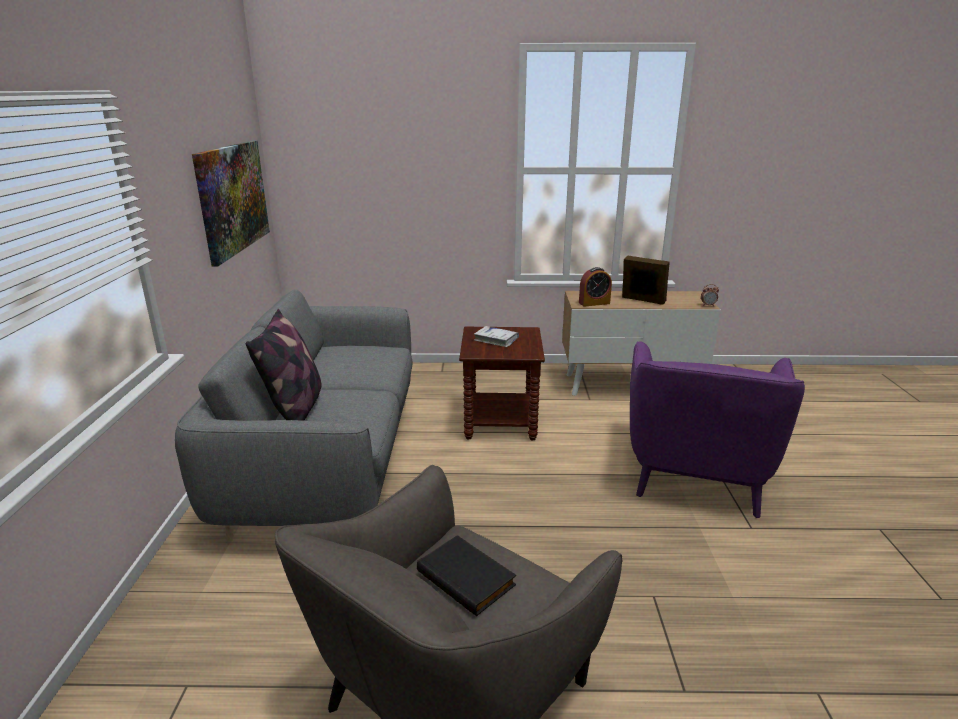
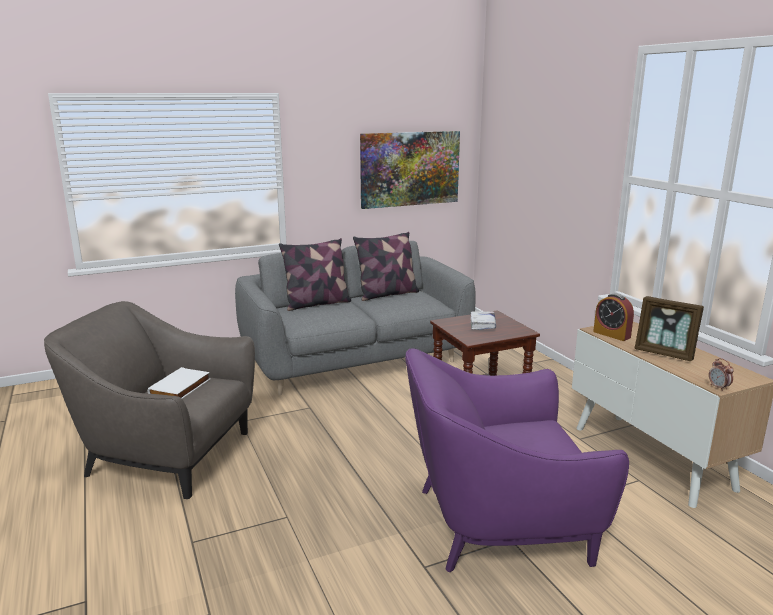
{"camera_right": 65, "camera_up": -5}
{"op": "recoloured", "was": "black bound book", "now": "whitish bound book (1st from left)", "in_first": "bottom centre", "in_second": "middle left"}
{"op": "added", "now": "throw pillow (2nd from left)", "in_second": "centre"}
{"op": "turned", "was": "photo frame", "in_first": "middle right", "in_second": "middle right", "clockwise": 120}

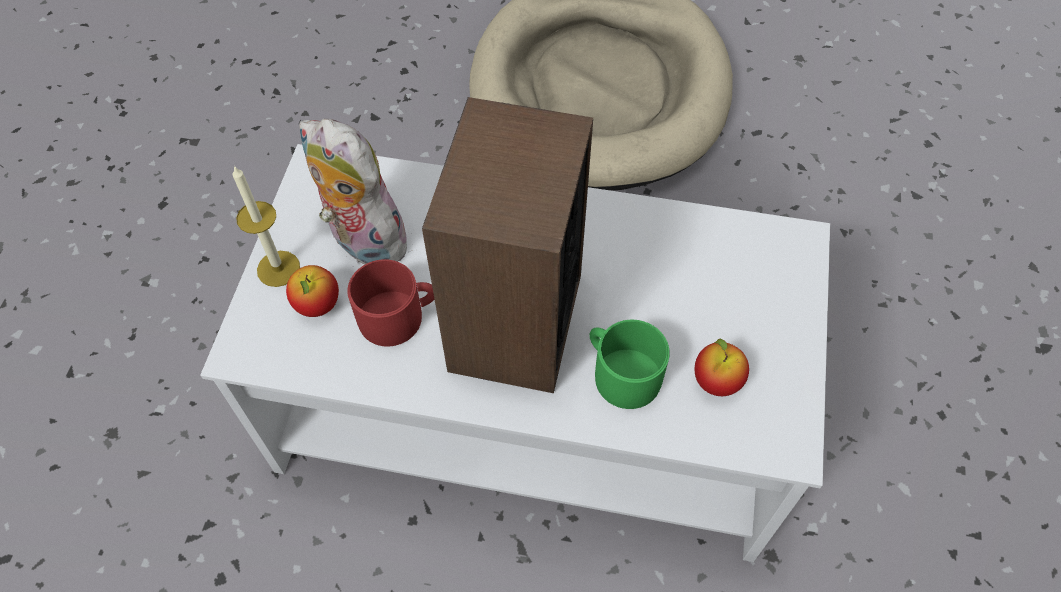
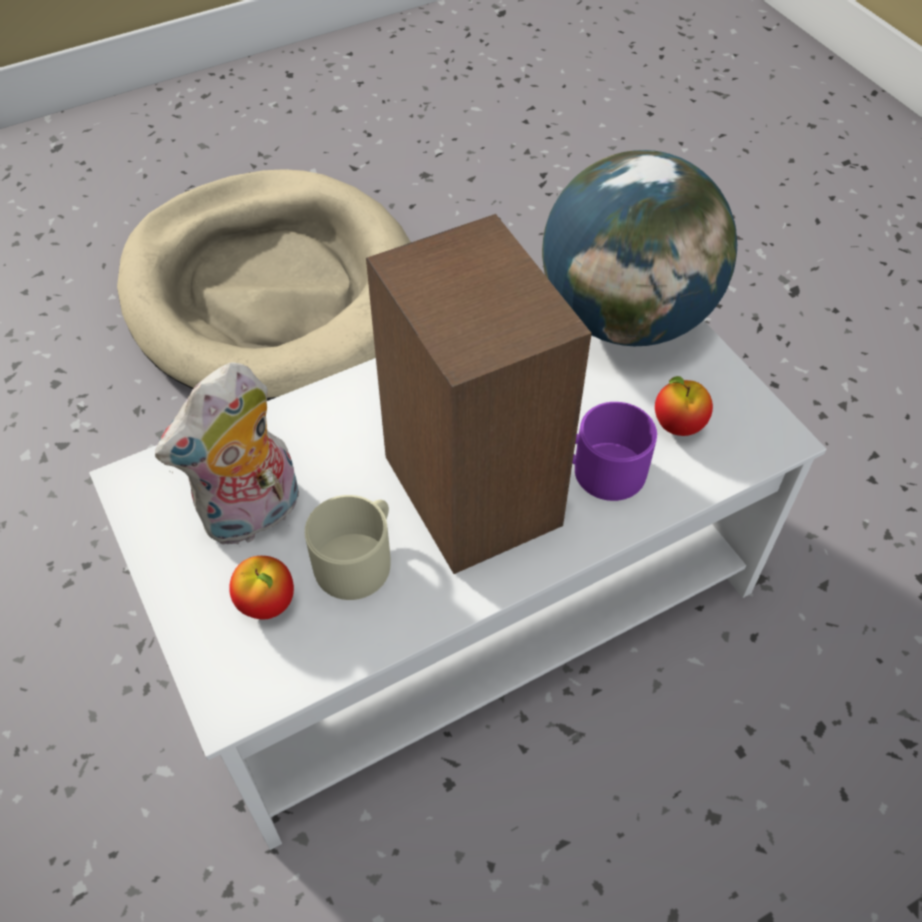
{"camera_right": -40, "camera_up": -5}
{"op": "turned", "was": "soft toy", "in_first": "top centre", "in_second": "middle left", "clockwise": -45}
{"op": "recoloured", "was": "red mug", "now": "beige-coloured mug", "in_first": "centre", "in_second": "centre"}
{"op": "added", "now": "desk globe", "in_second": "top right"}
{"op": "recoloured", "was": "greenish mug", "now": "purple-coloured mug", "in_first": "centre", "in_second": "centre"}
{"op": "removed", "was": "wax light", "in_first": "middle left"}

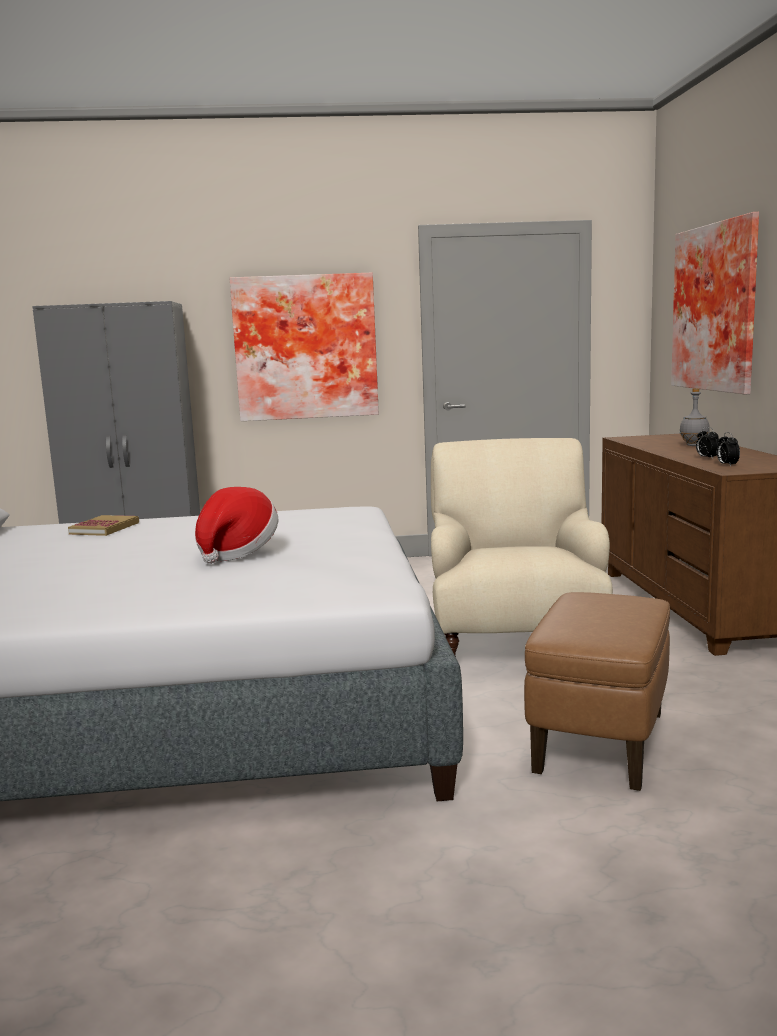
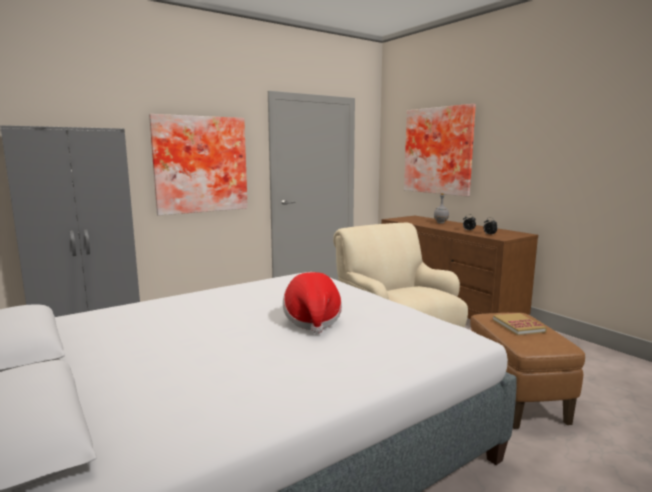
{"camera_right": -30, "camera_up": 0}
{"op": "moved", "was": "bound book", "in_first": "middle left", "in_second": "middle right"}

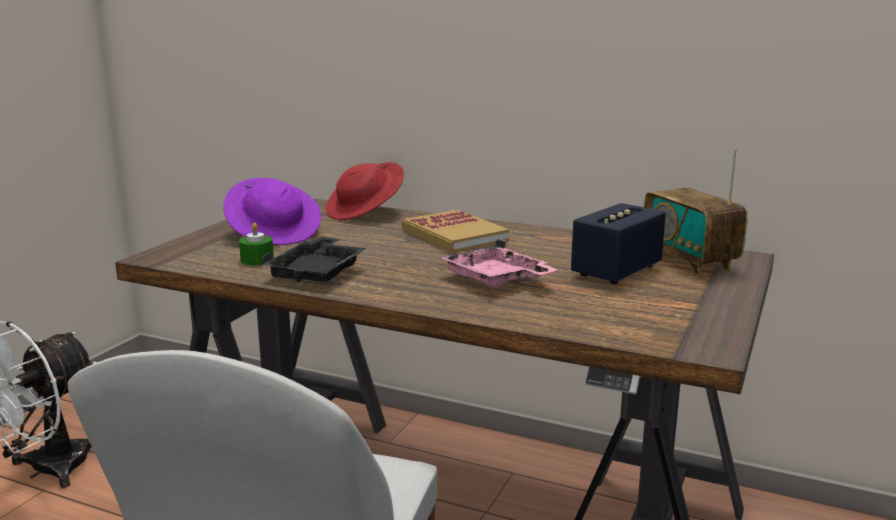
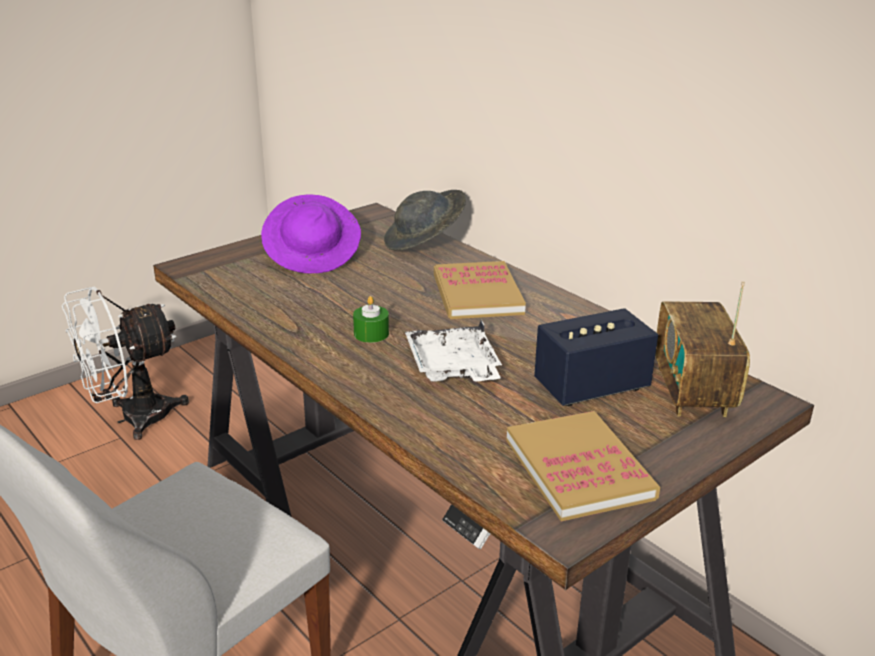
{"camera_right": 25, "camera_up": 10}
{"op": "moved", "was": "greenish wax light", "in_first": "middle left", "in_second": "centre"}
{"op": "recoloured", "was": "red clothing hat", "now": "greyish clothing hat", "in_first": "centre", "in_second": "centre"}
{"op": "recoloured", "was": "pink serving tray", "now": "whitish serving tray", "in_first": "centre", "in_second": "centre"}
{"op": "added", "now": "bound book (2nd from left)", "in_second": "bottom centre"}
{"op": "removed", "was": "black serving tray", "in_first": "centre"}

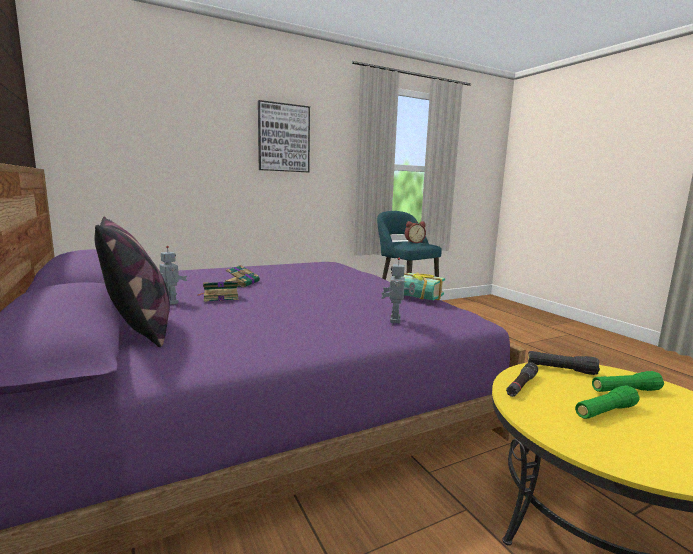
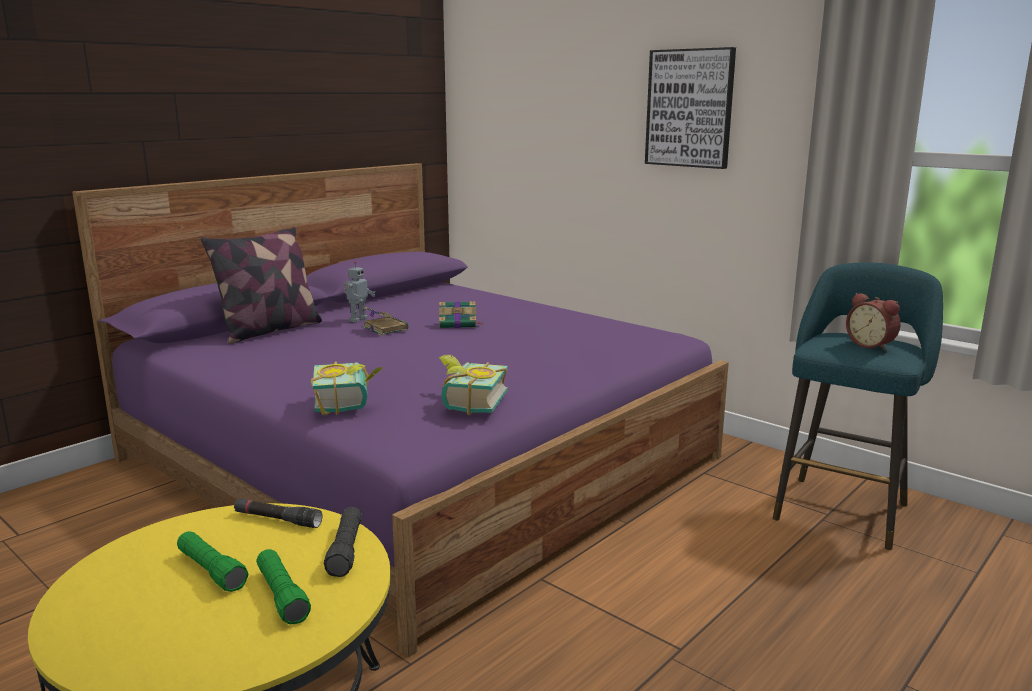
{"camera_right": 70, "camera_up": 5}
{"op": "replaced", "was": "robot figure (2nd from left)", "now": "bound book (1st from left)", "in_first": "centre", "in_second": "centre"}

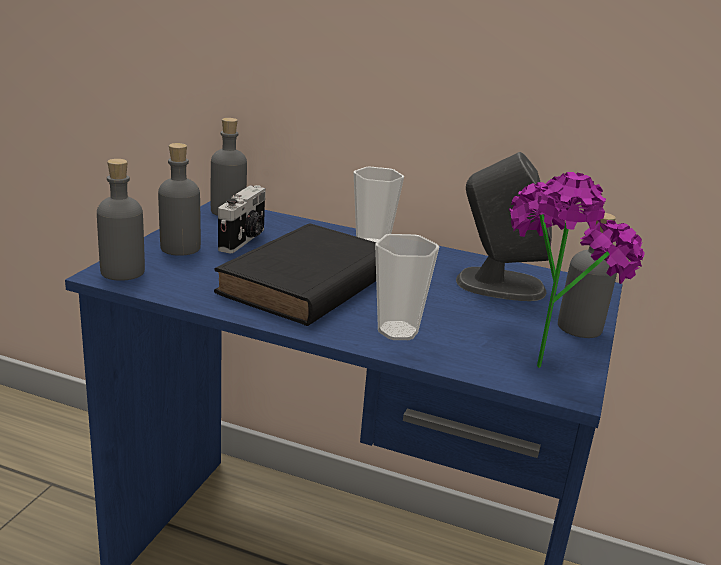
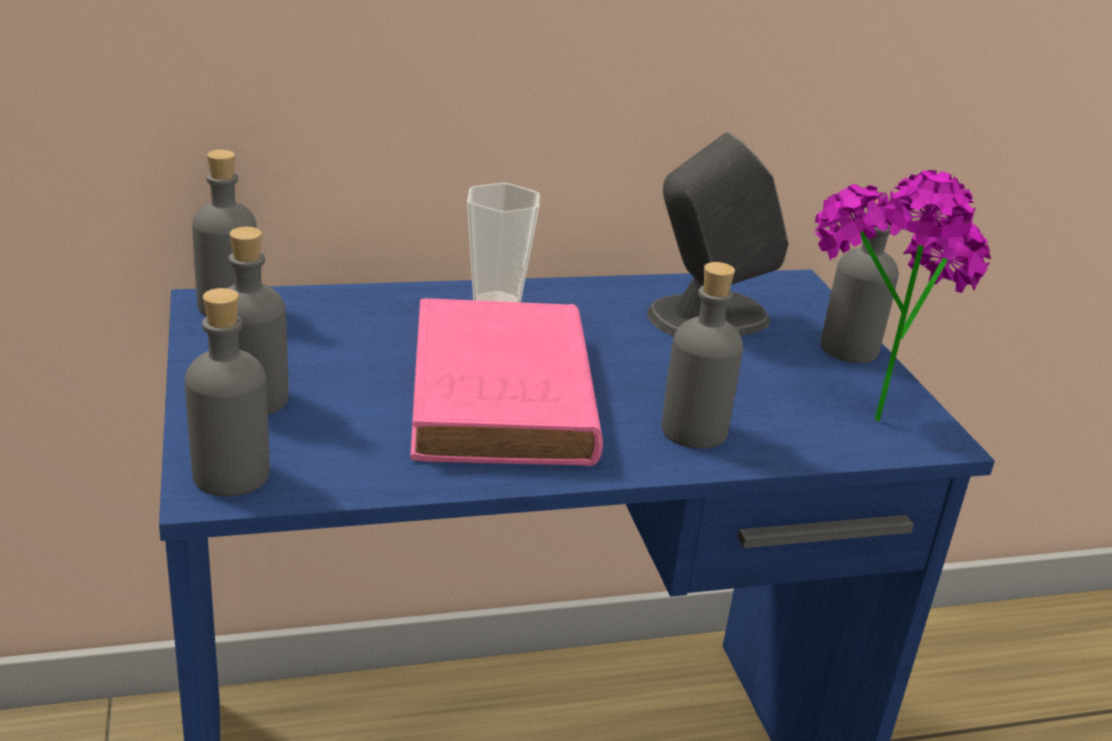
{"camera_right": -35, "camera_up": 5}
{"op": "recoloured", "was": "black bound book", "now": "pink bound book", "in_first": "centre", "in_second": "centre"}
{"op": "replaced", "was": "small cup (2nd from left)", "now": "greyish beverage bottle (4th from left)", "in_first": "centre", "in_second": "centre"}
{"op": "removed", "was": "still camera", "in_first": "centre"}

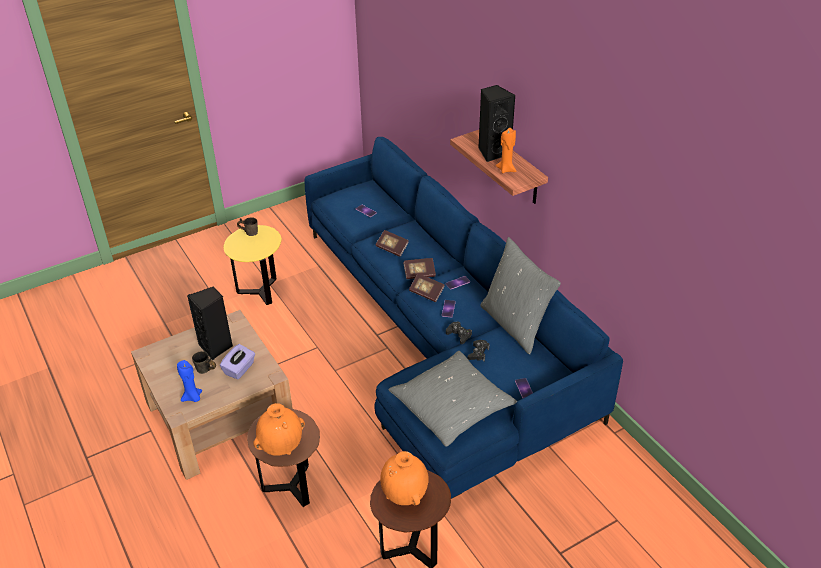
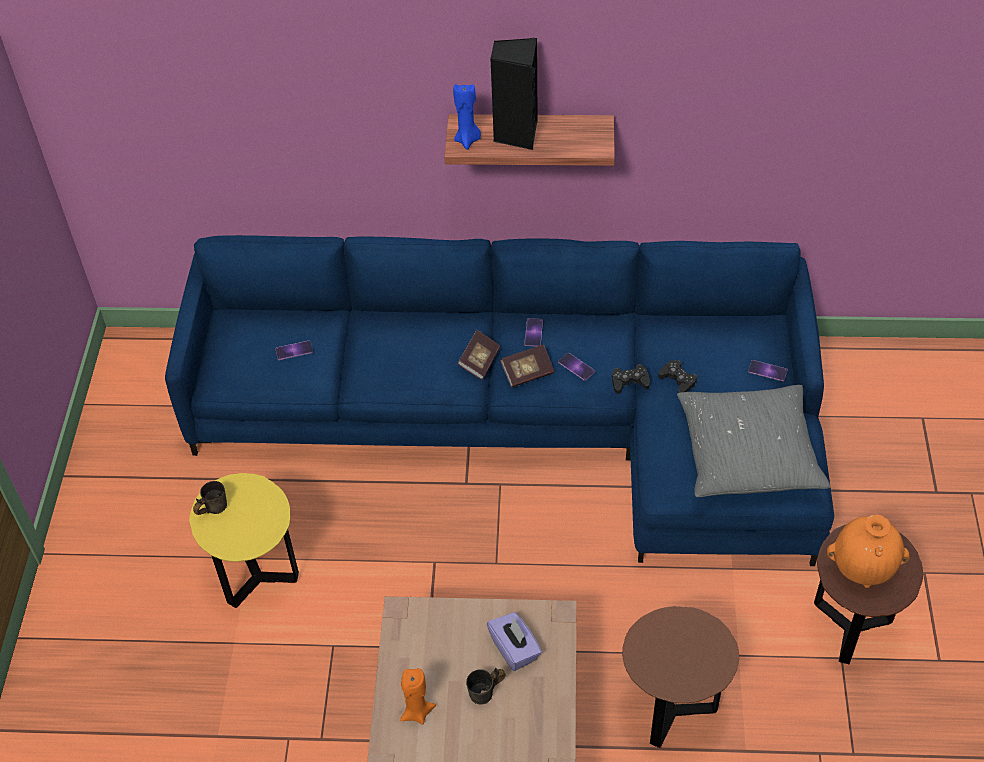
{"camera_right": -55, "camera_up": 10}
{"op": "moved", "was": "orange wax light", "in_first": "top centre", "in_second": "bottom centre"}
{"op": "moved", "was": "blue-coloured wax light", "in_first": "bottom left", "in_second": "top centre"}
{"op": "removed", "was": "black speaker (1st from left)", "in_first": "middle left"}
{"op": "removed", "was": "orange decorative vase (1st from left)", "in_first": "bottom centre"}
{"op": "removed", "was": "bound book (1st from left)", "in_first": "centre"}
{"op": "removed", "was": "greyish throw pillow (2nd from left)", "in_first": "centre"}

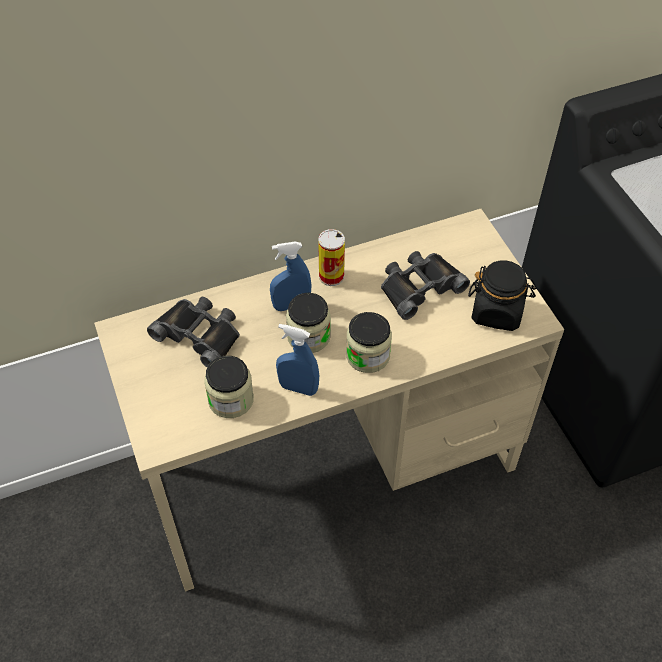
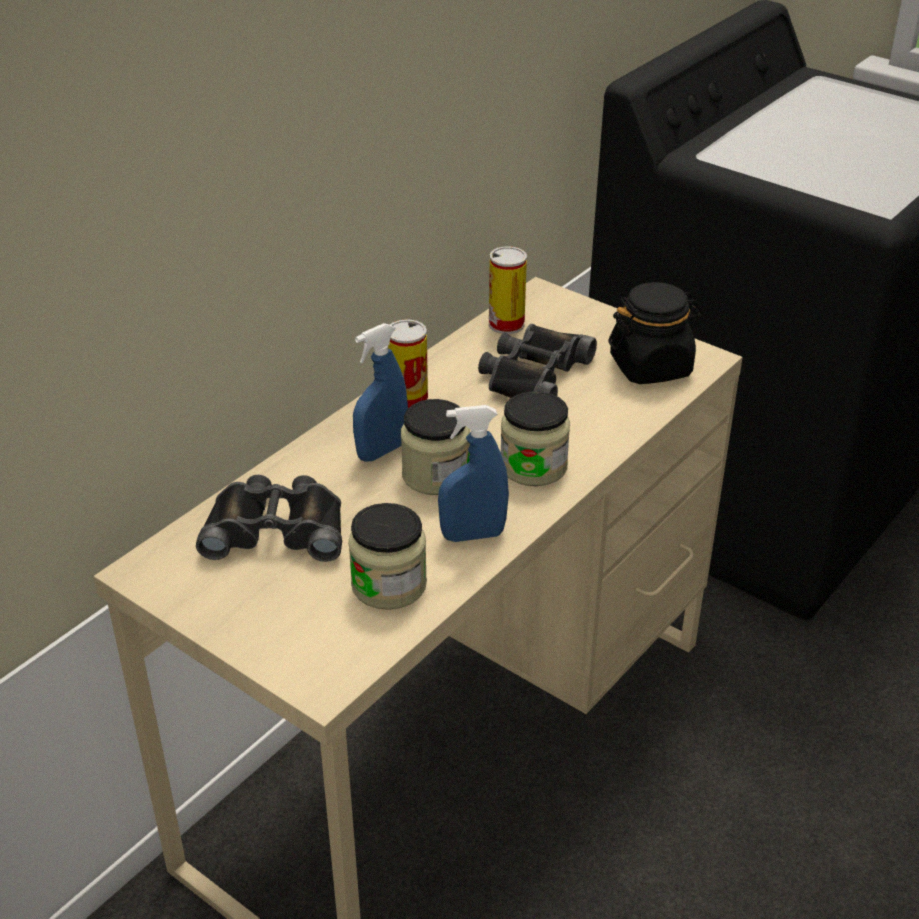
{"camera_right": -30, "camera_up": -15}
{"op": "added", "now": "can (2nd from left)", "in_second": "top centre"}

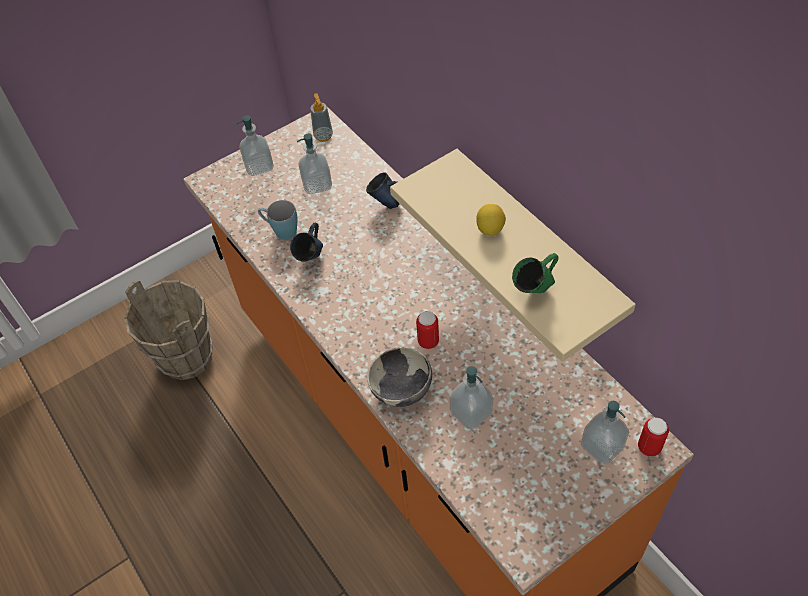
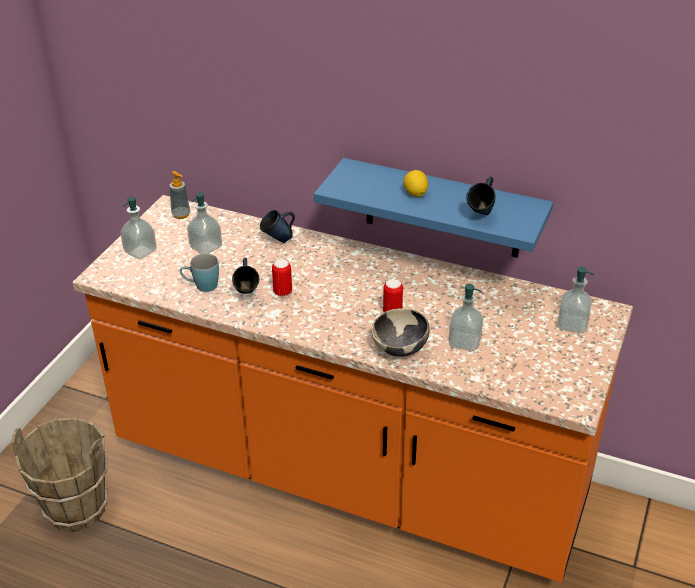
{"camera_right": -35, "camera_up": -15}
{"op": "moved", "was": "can (2nd from left in the first image)", "now": "can (1st from left)", "in_first": "bottom right", "in_second": "centre"}
{"op": "recoloured", "was": "beige-coloured wall shelf", "now": "blue-coloured wall shelf", "in_first": "centre", "in_second": "centre"}
{"op": "recoloured", "was": "greenish mug", "now": "blue-coloured mug (4th from left)", "in_first": "centre", "in_second": "top right"}

